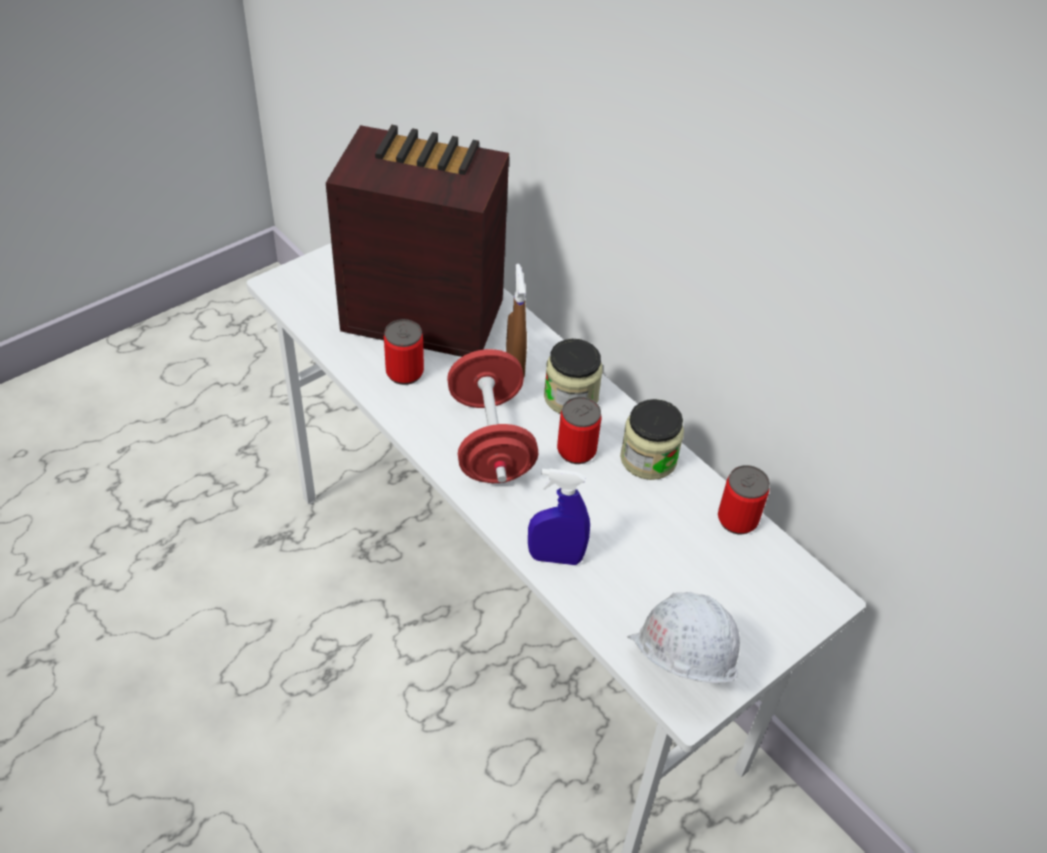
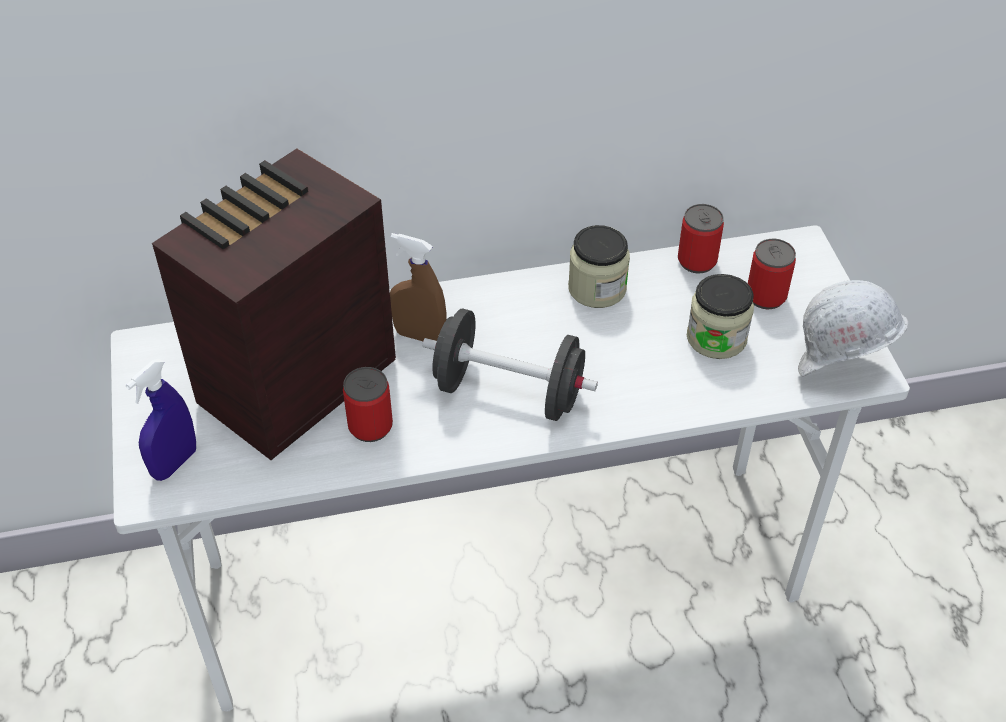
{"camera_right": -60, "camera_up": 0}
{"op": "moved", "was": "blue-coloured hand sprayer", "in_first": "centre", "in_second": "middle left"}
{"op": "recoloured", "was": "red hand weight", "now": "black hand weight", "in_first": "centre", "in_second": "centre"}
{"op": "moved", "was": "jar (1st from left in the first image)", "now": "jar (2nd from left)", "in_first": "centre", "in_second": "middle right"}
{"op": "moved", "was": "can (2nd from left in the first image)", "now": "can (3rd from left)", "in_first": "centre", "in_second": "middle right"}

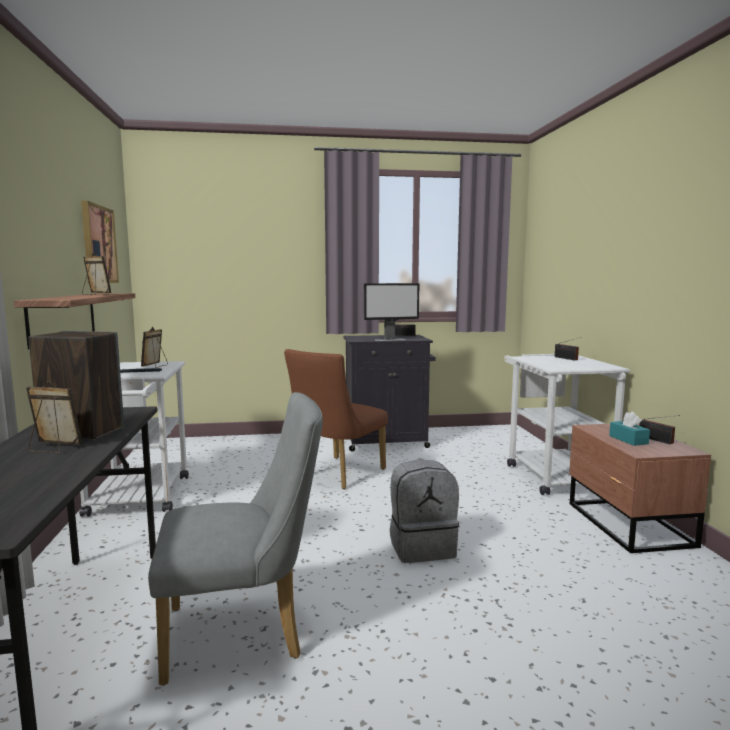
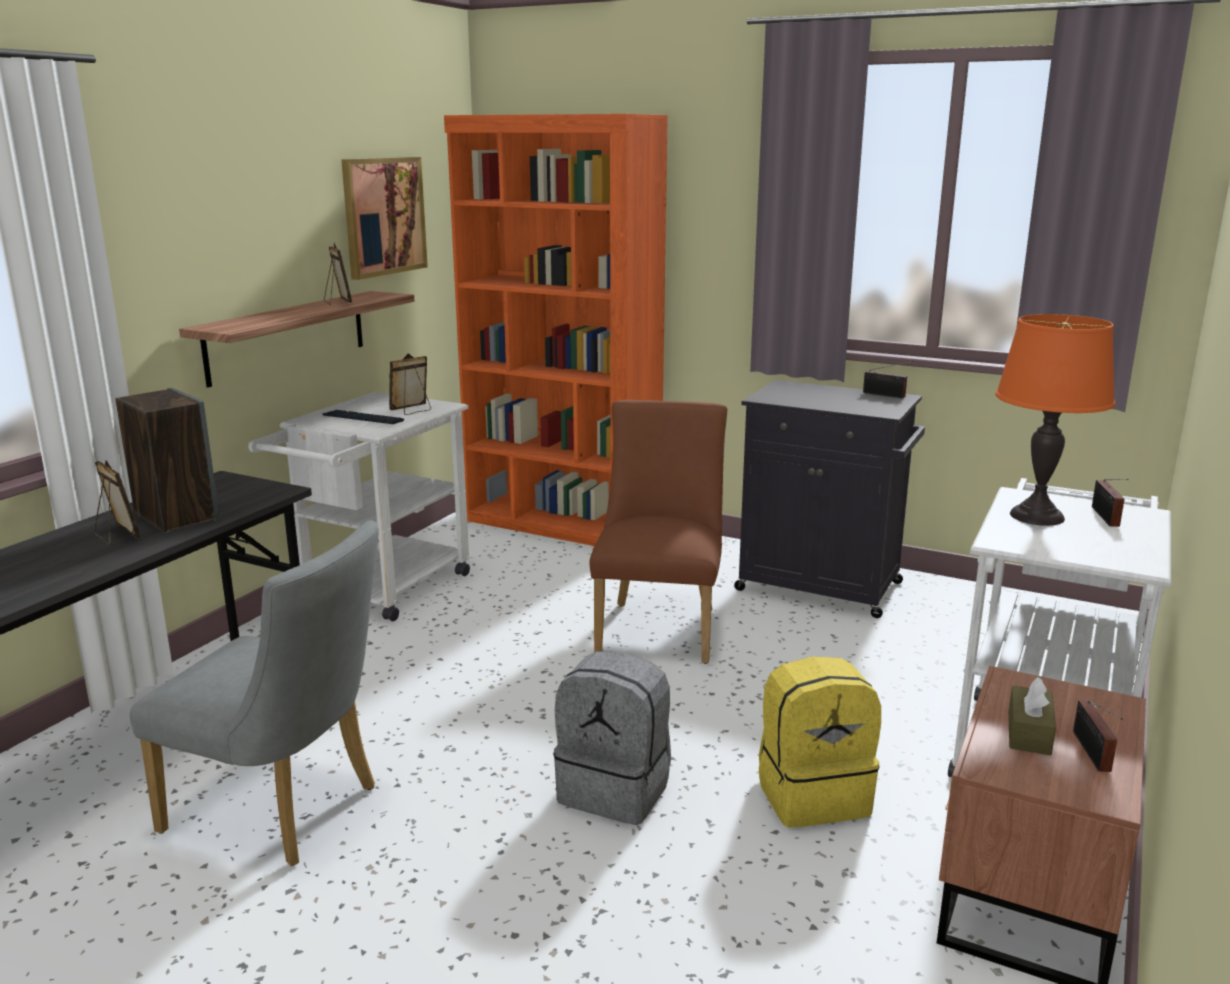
{"camera_right": 35, "camera_up": 10}
{"op": "added", "now": "orange bookcase", "in_second": "centre"}
{"op": "turned", "was": "brown chair", "in_first": "centre", "in_second": "centre", "clockwise": 120}
{"op": "added", "now": "yellow backpack", "in_second": "bottom right"}
{"op": "added", "now": "orange tabletop lamp", "in_second": "middle right"}
{"op": "recoloured", "was": "turquoise tissue box", "now": "brown tissue box", "in_first": "middle right", "in_second": "bottom right"}
{"op": "removed", "was": "monitor", "in_first": "centre"}

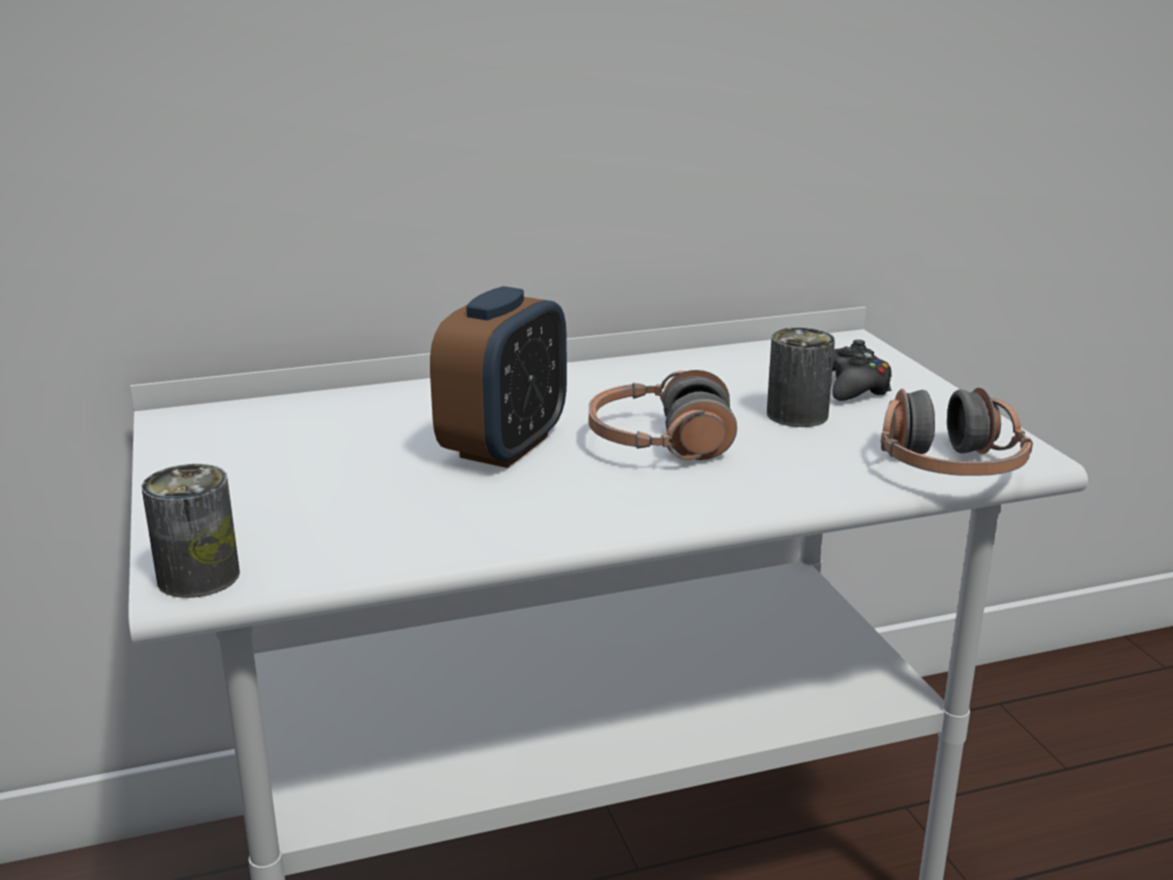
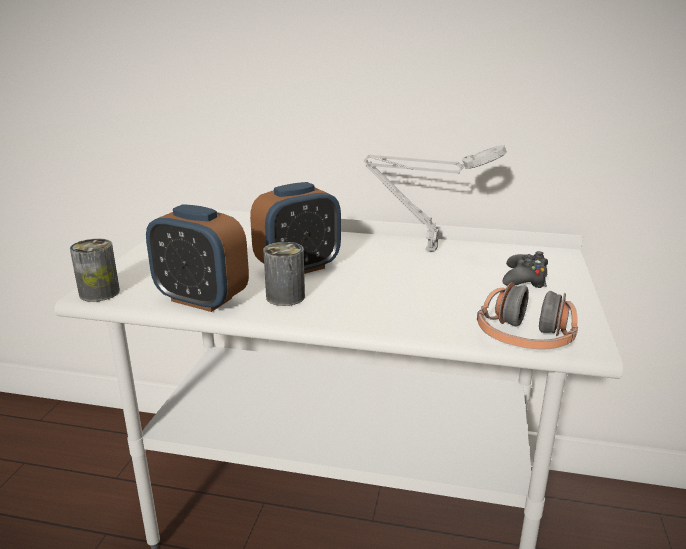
{"camera_right": 30, "camera_up": 0}
{"op": "added", "now": "bedside clock (1st from left)", "in_second": "middle left"}
{"op": "moved", "was": "can (2nd from left)", "in_first": "middle right", "in_second": "centre"}
{"op": "added", "now": "greyish tabletop lamp", "in_second": "centre"}
{"op": "removed", "was": "pair of headphones (1st from left)", "in_first": "centre"}

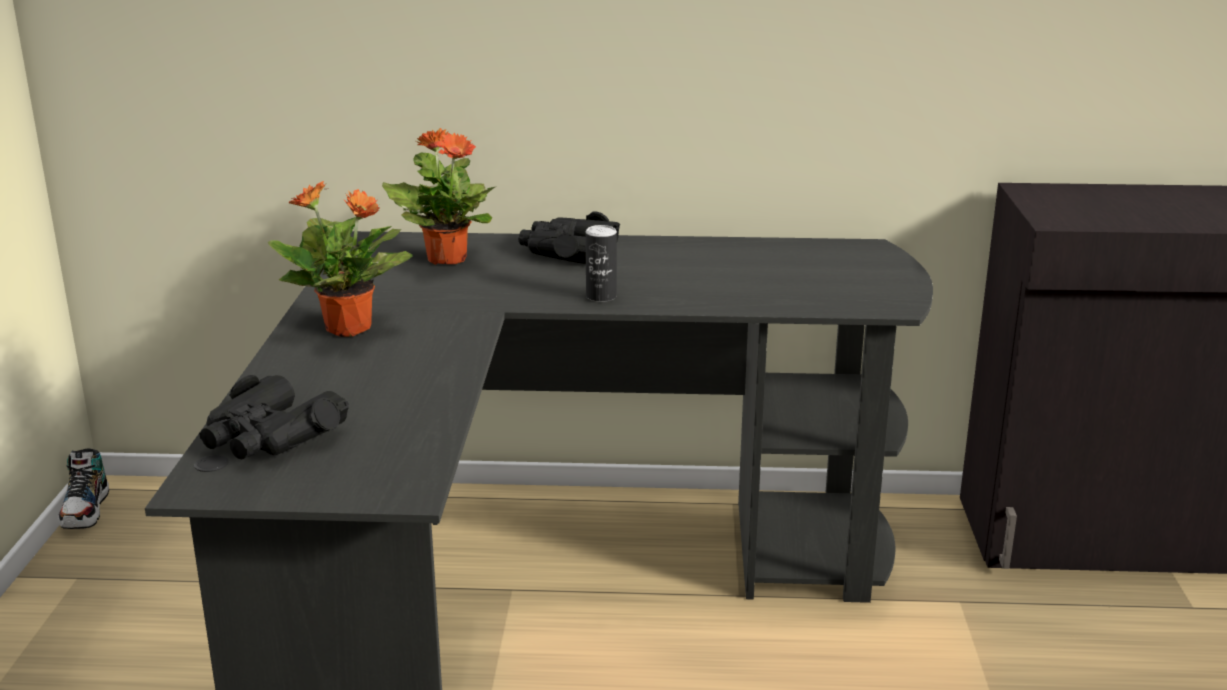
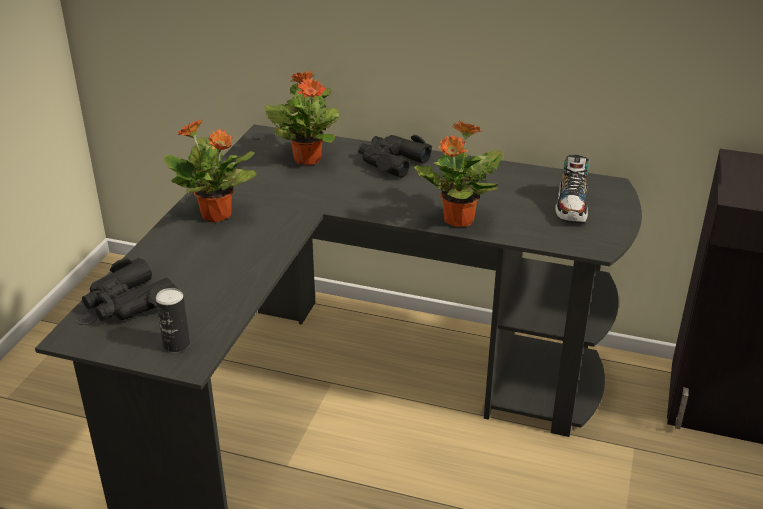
{"camera_right": 15, "camera_up": 10}
{"op": "moved", "was": "can", "in_first": "centre", "in_second": "middle left"}
{"op": "added", "now": "potted plant (3rd from left)", "in_second": "centre"}
{"op": "moved", "was": "low shoe", "in_first": "bottom left", "in_second": "middle right"}

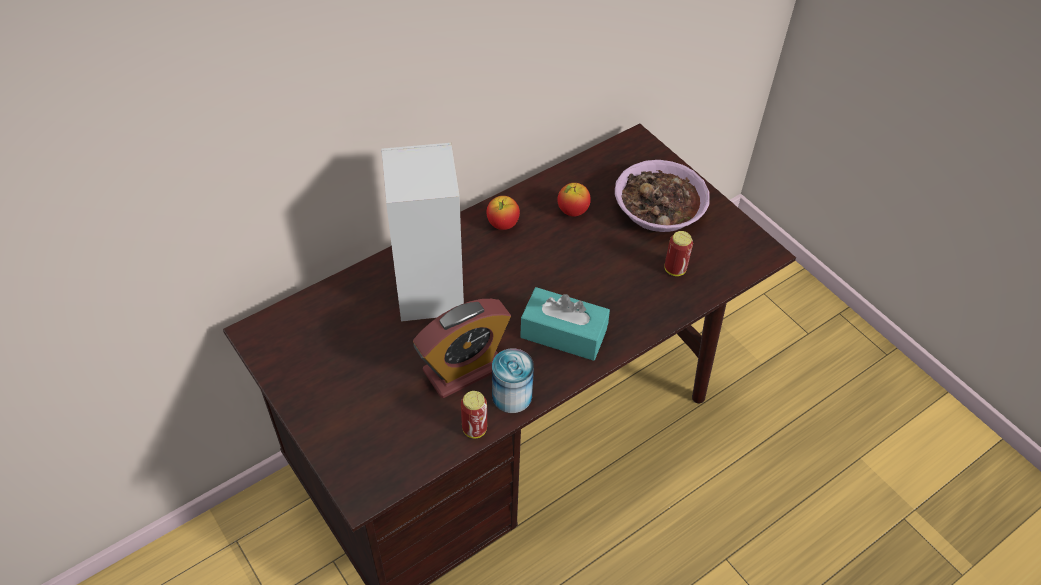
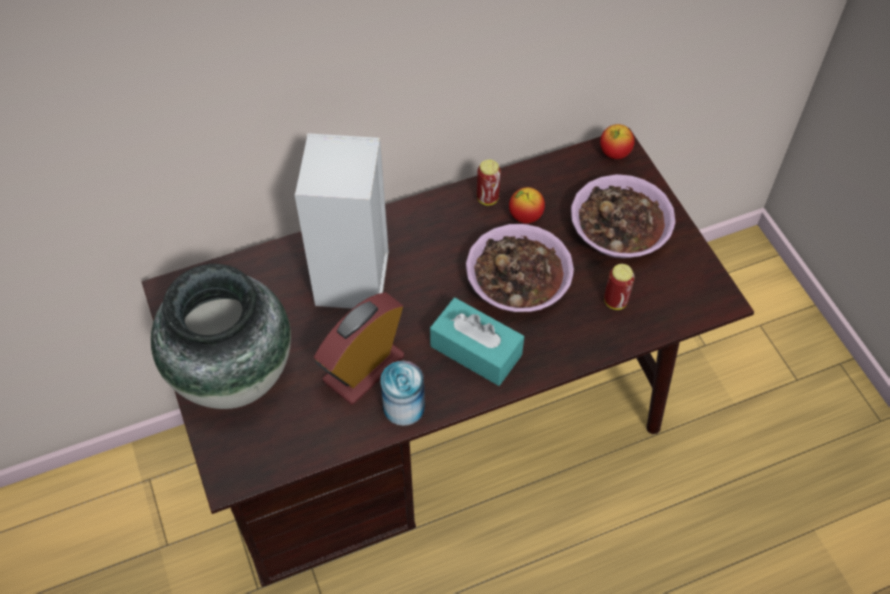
{"camera_right": 15, "camera_up": 5}
{"op": "added", "now": "decorative vase", "in_second": "middle left"}
{"op": "turned", "was": "bedside clock", "in_first": "centre", "in_second": "centre", "clockwise": 150}
{"op": "added", "now": "deep dish (1st from left)", "in_second": "centre"}
{"op": "moved", "was": "can (1st from left in the first image)", "now": "can (2nd from left)", "in_first": "bottom centre", "in_second": "top centre"}
{"op": "moved", "was": "apple fruit (1st from left in the first image)", "now": "apple fruit (2nd from left)", "in_first": "centre", "in_second": "top right"}

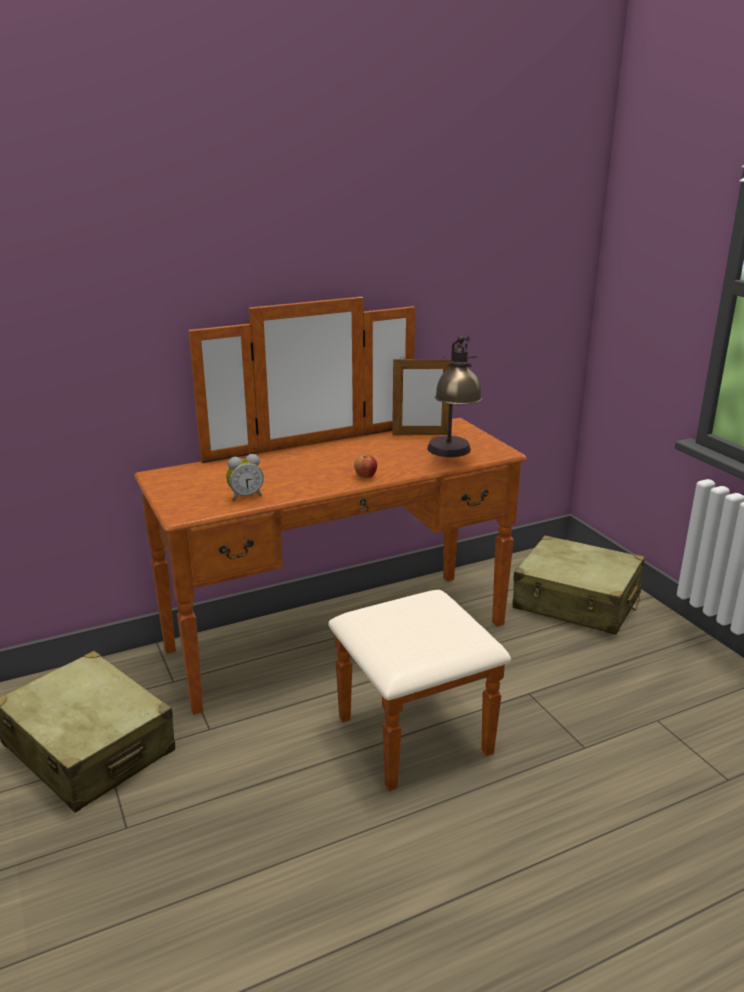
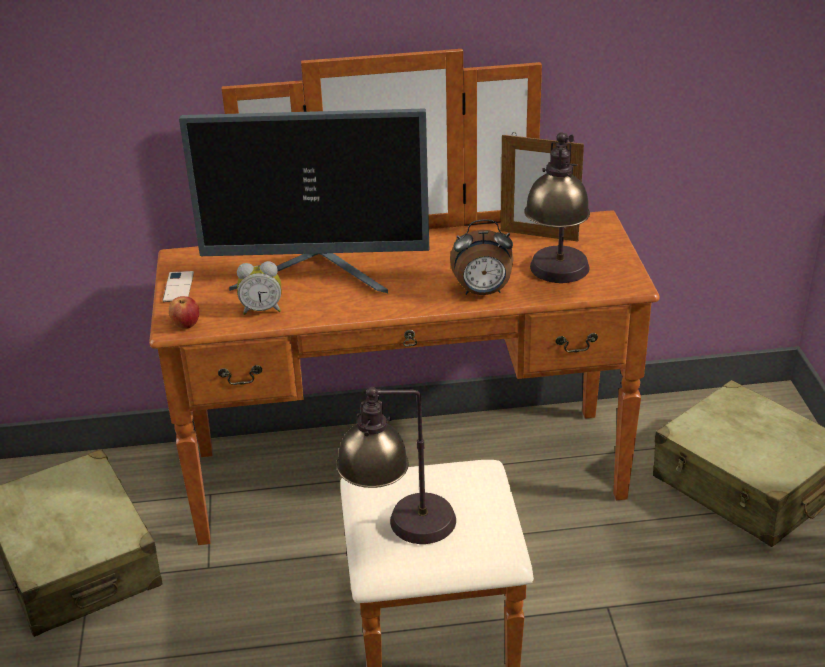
{"camera_right": 20, "camera_up": 10}
{"op": "added", "now": "telephone", "in_second": "middle left"}
{"op": "moved", "was": "apple fruit", "in_first": "centre", "in_second": "middle left"}
{"op": "added", "now": "monitor", "in_second": "top centre"}
{"op": "added", "now": "tabletop lamp (1st from left)", "in_second": "bottom centre"}
{"op": "added", "now": "bedside clock (2nd from left)", "in_second": "centre"}

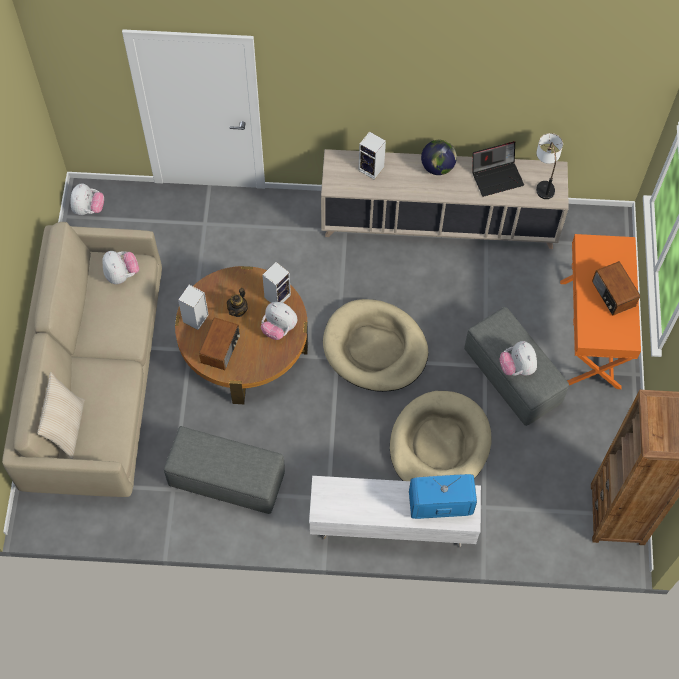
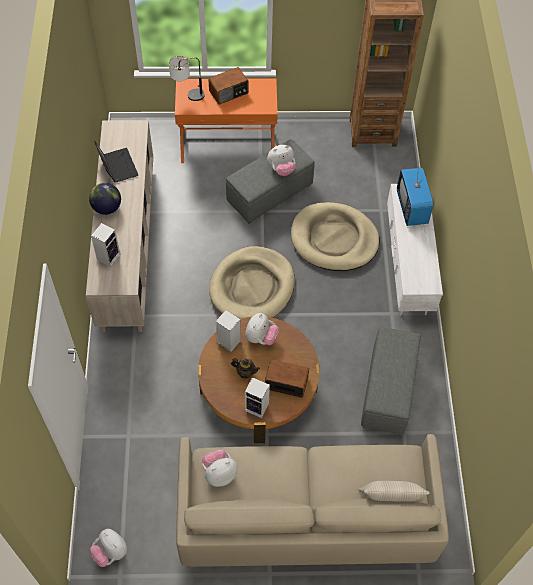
{"camera_right": -95, "camera_up": -5}
{"op": "turned", "was": "soft toy (1st from left)", "in_first": "top left", "in_second": "bottom left", "clockwise": -135}
{"op": "moved", "was": "tabletop lamp", "in_first": "top right", "in_second": "top centre"}

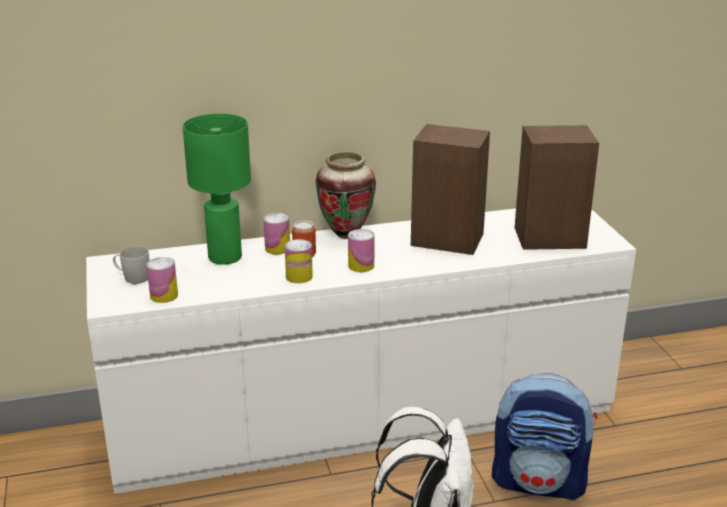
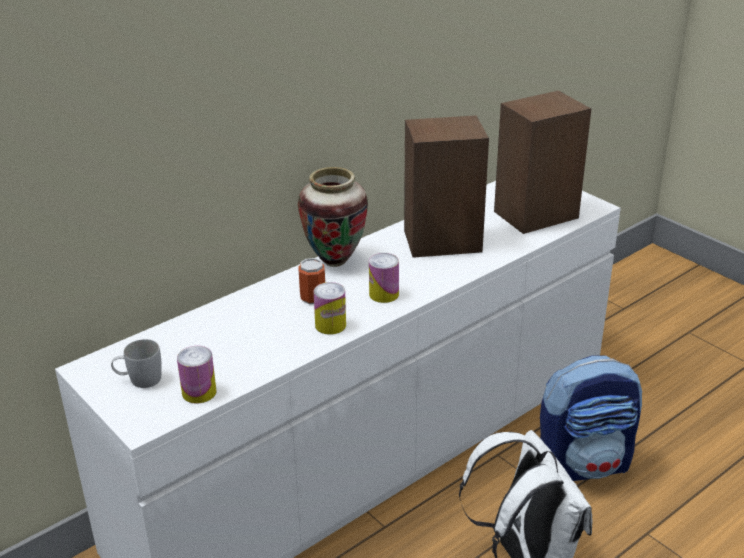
{"camera_right": -25, "camera_up": 5}
{"op": "removed", "was": "greenish tabletop lamp", "in_first": "middle left"}
{"op": "removed", "was": "can (2nd from left)", "in_first": "centre"}

